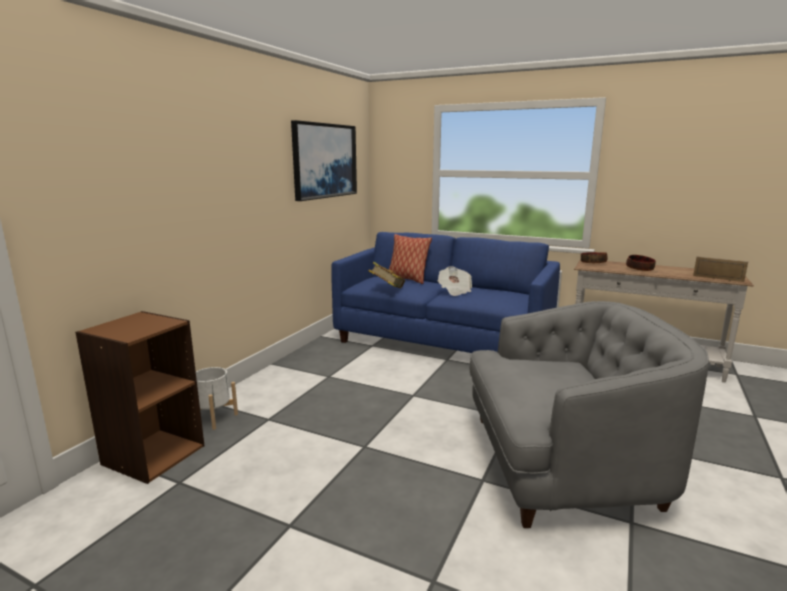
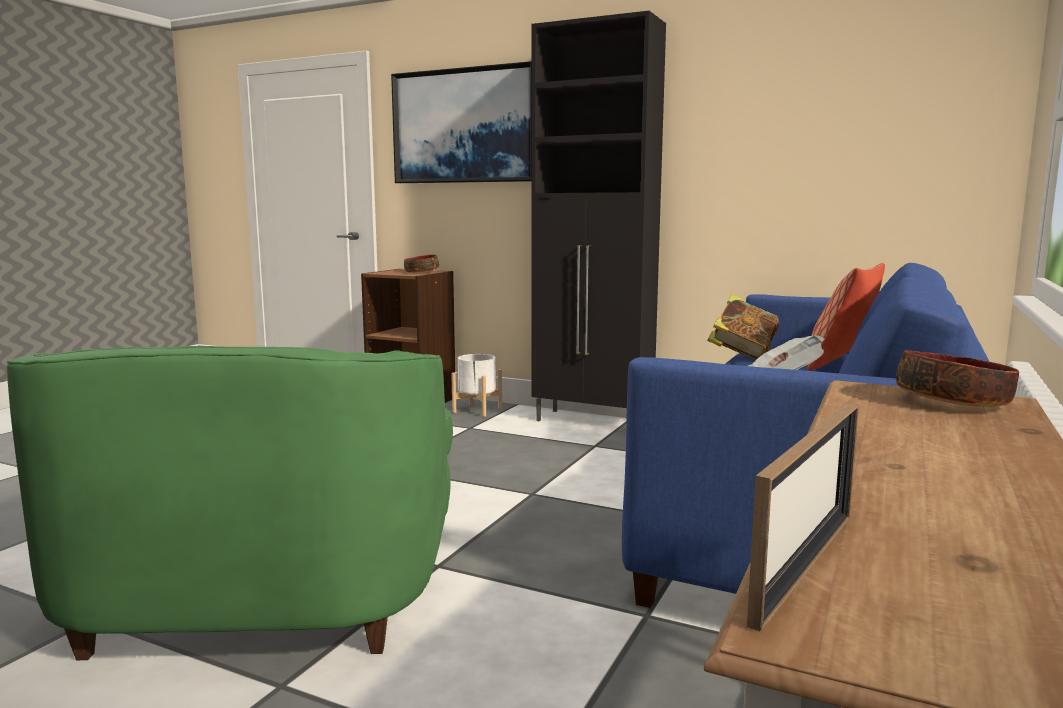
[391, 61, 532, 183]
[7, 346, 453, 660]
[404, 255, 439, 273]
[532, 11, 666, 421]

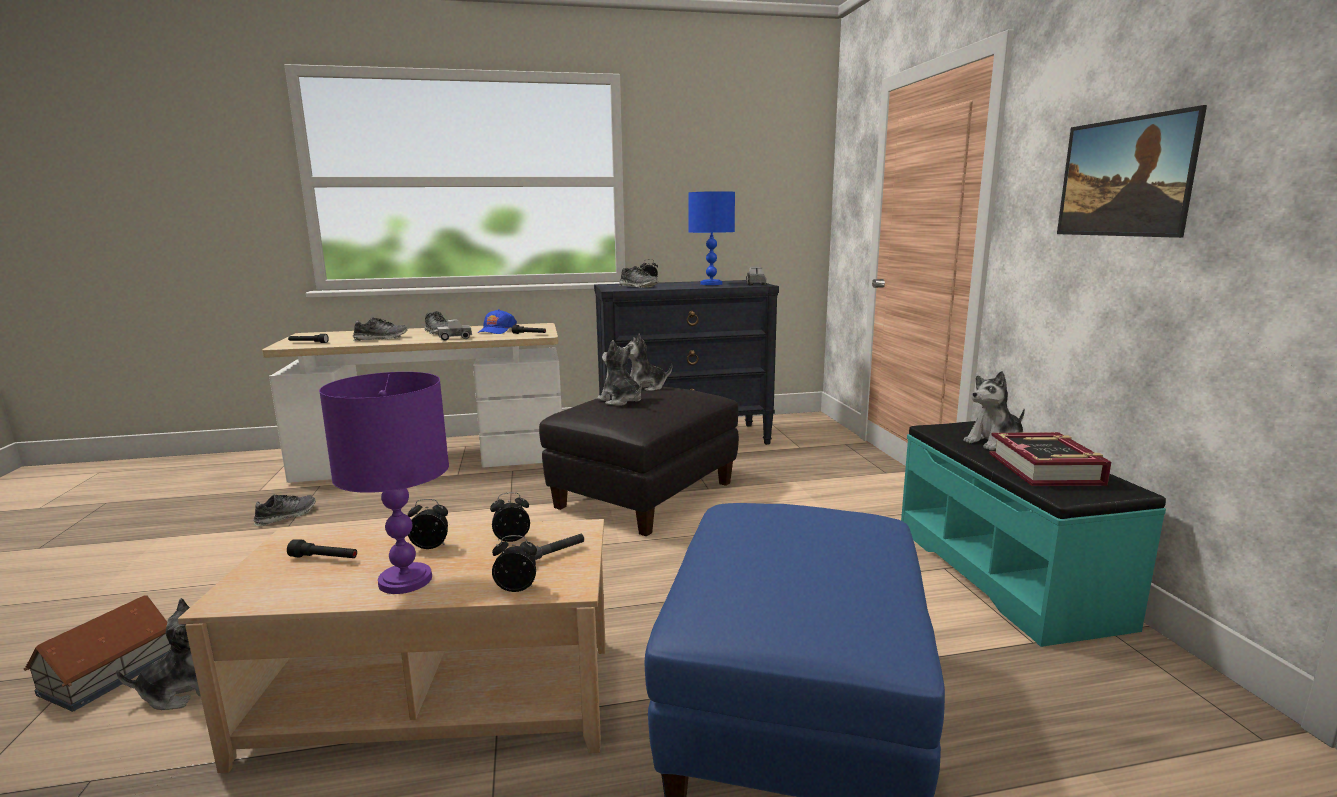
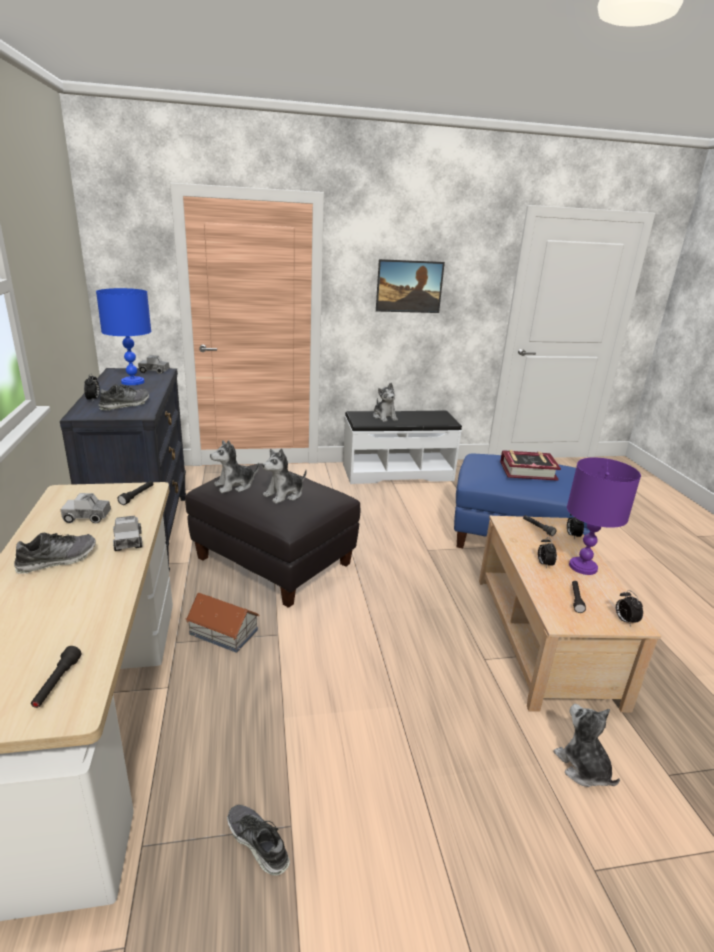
[185, 593, 259, 653]
[353, 317, 408, 341] (first image)
[60, 493, 111, 523]
[616, 590, 643, 627]
[210, 440, 259, 493]
[343, 410, 462, 484]
[500, 450, 561, 481]

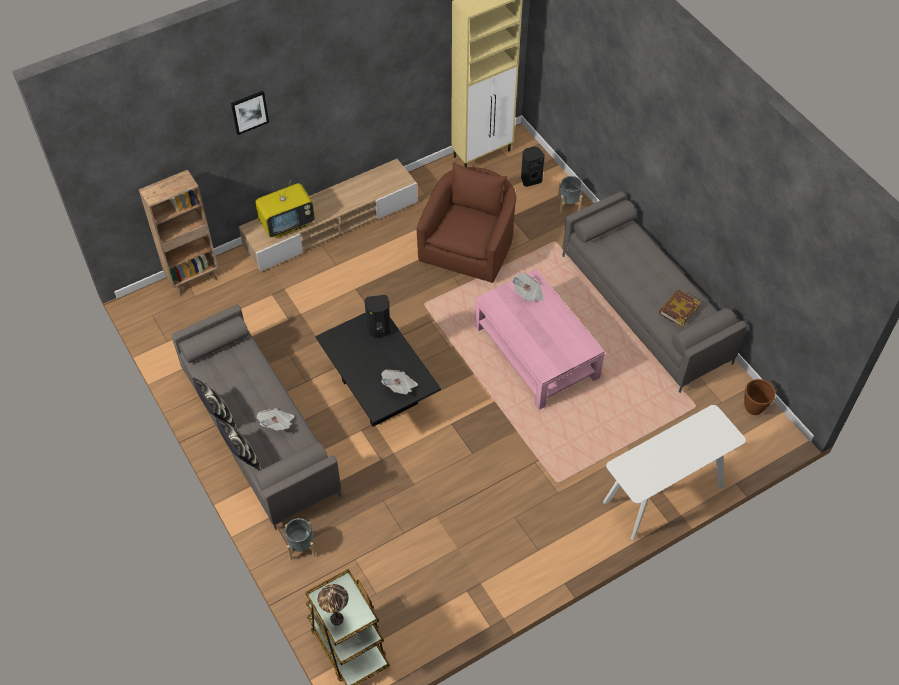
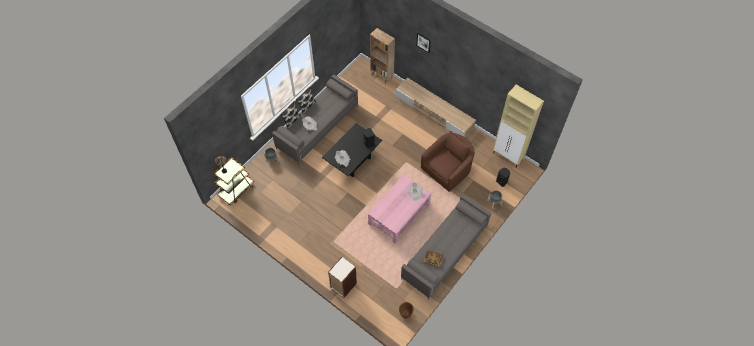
[255, 180, 315, 238] (first image)
[421, 131, 475, 192]
[328, 257, 357, 298]

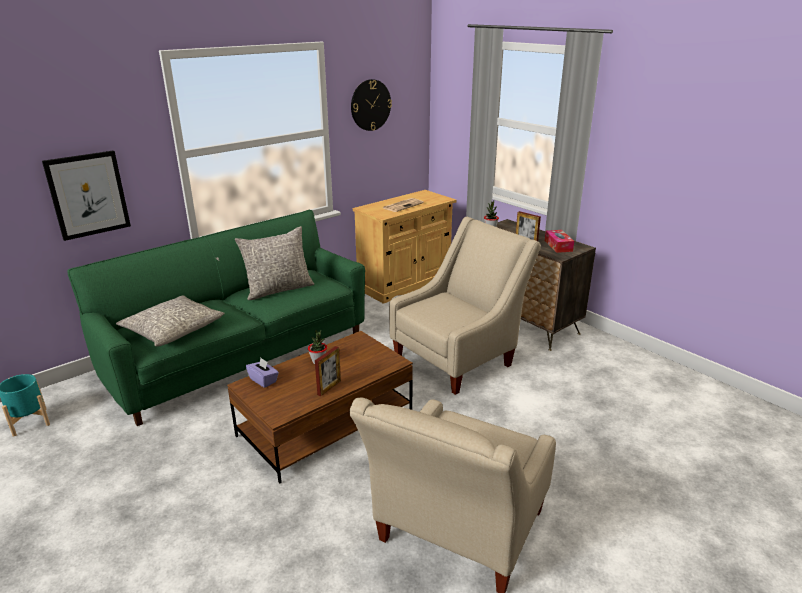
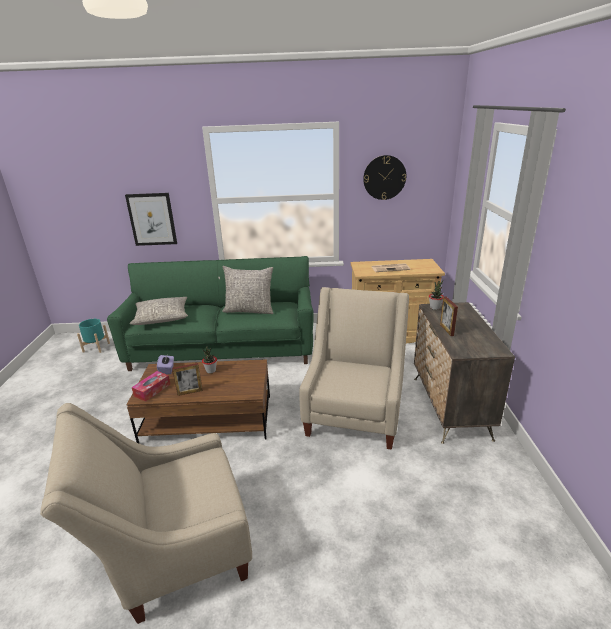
[299, 287, 409, 450]
[132, 371, 170, 402]

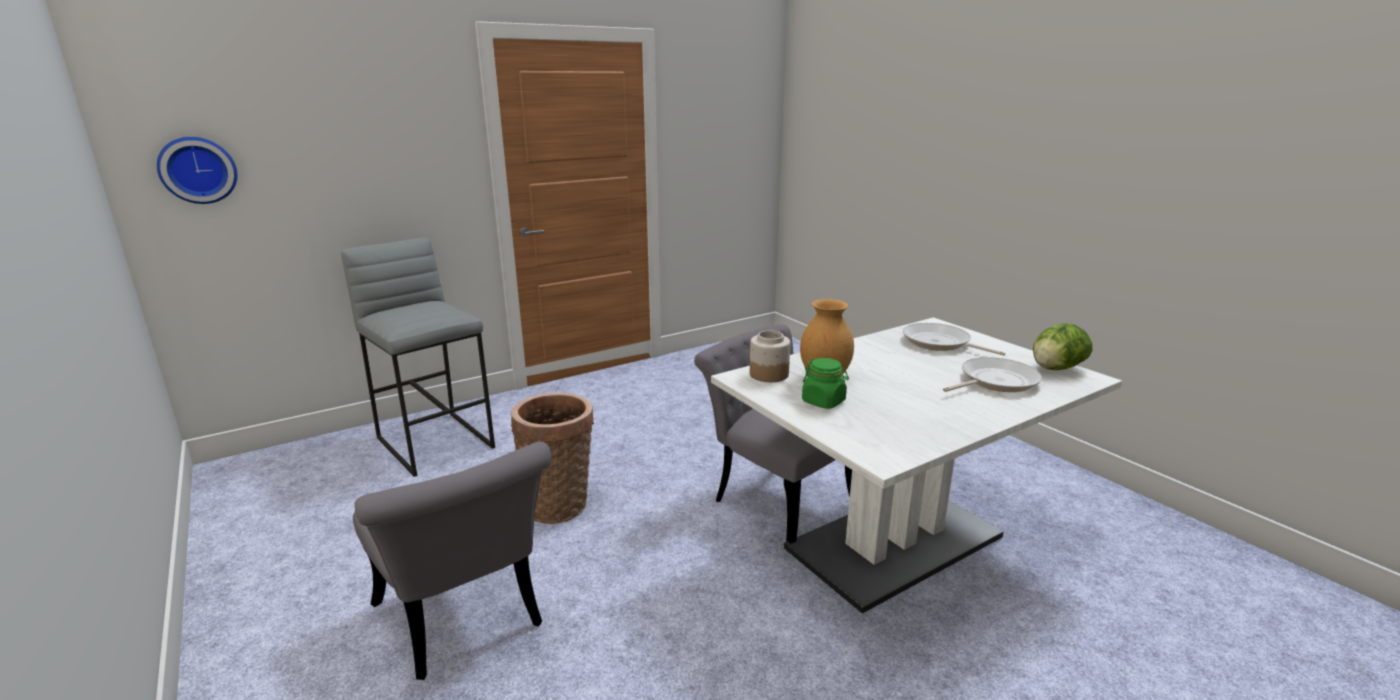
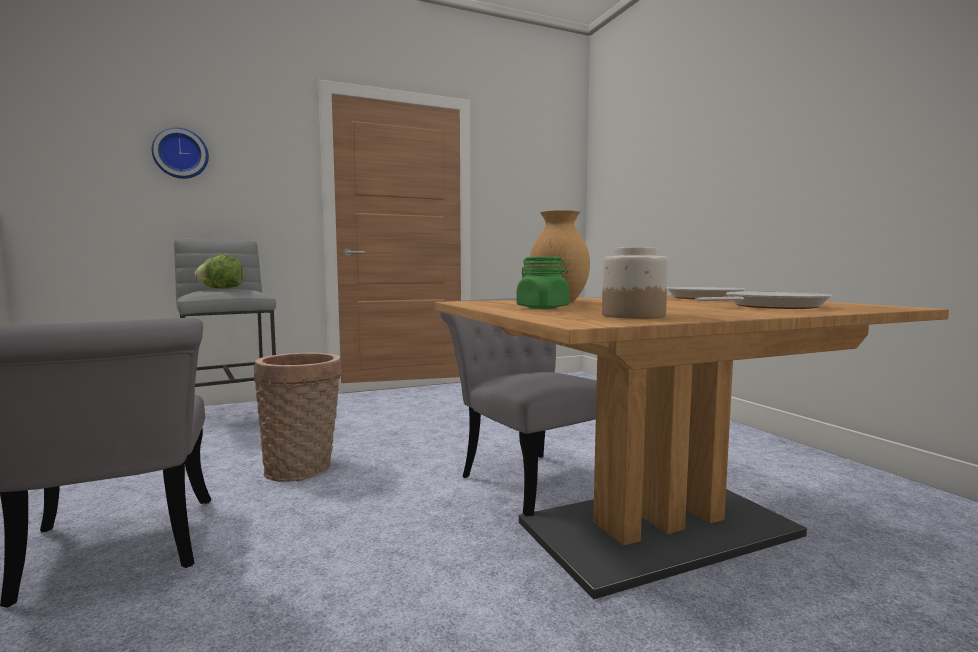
[152, 127, 209, 179]
[435, 296, 949, 599]
[602, 247, 668, 319]
[195, 254, 243, 289]

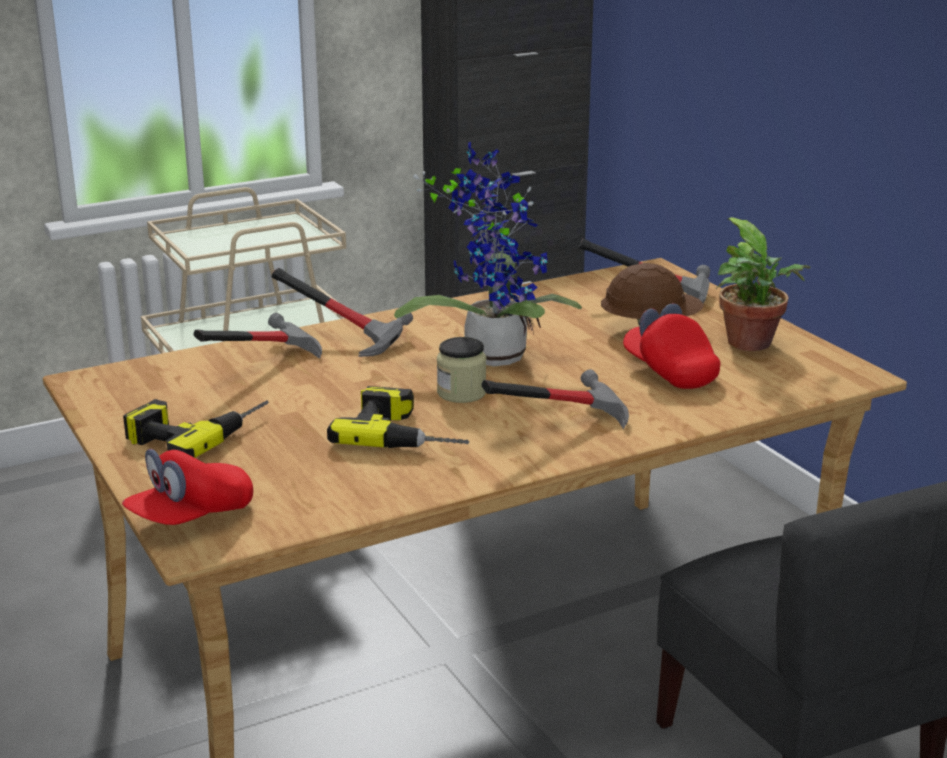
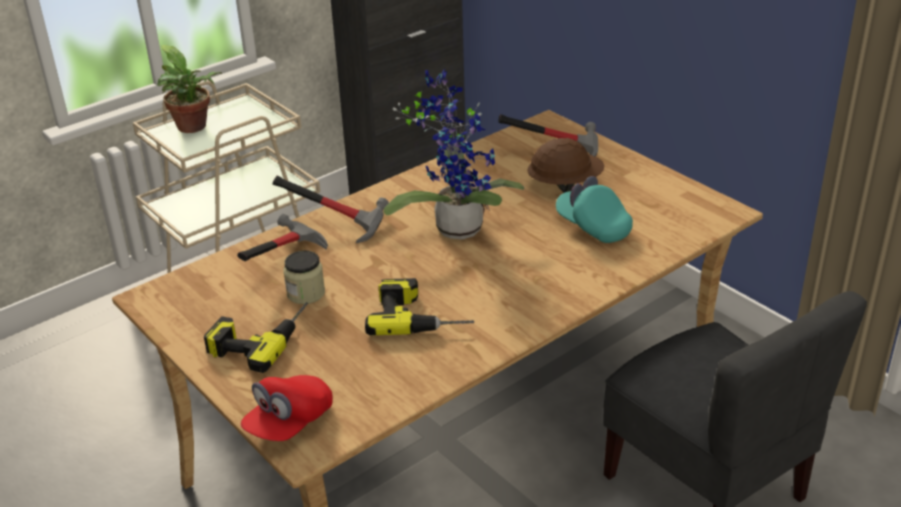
[283, 250, 325, 304]
[482, 369, 629, 429] (first image)
[556, 176, 633, 243]
[157, 45, 222, 133]

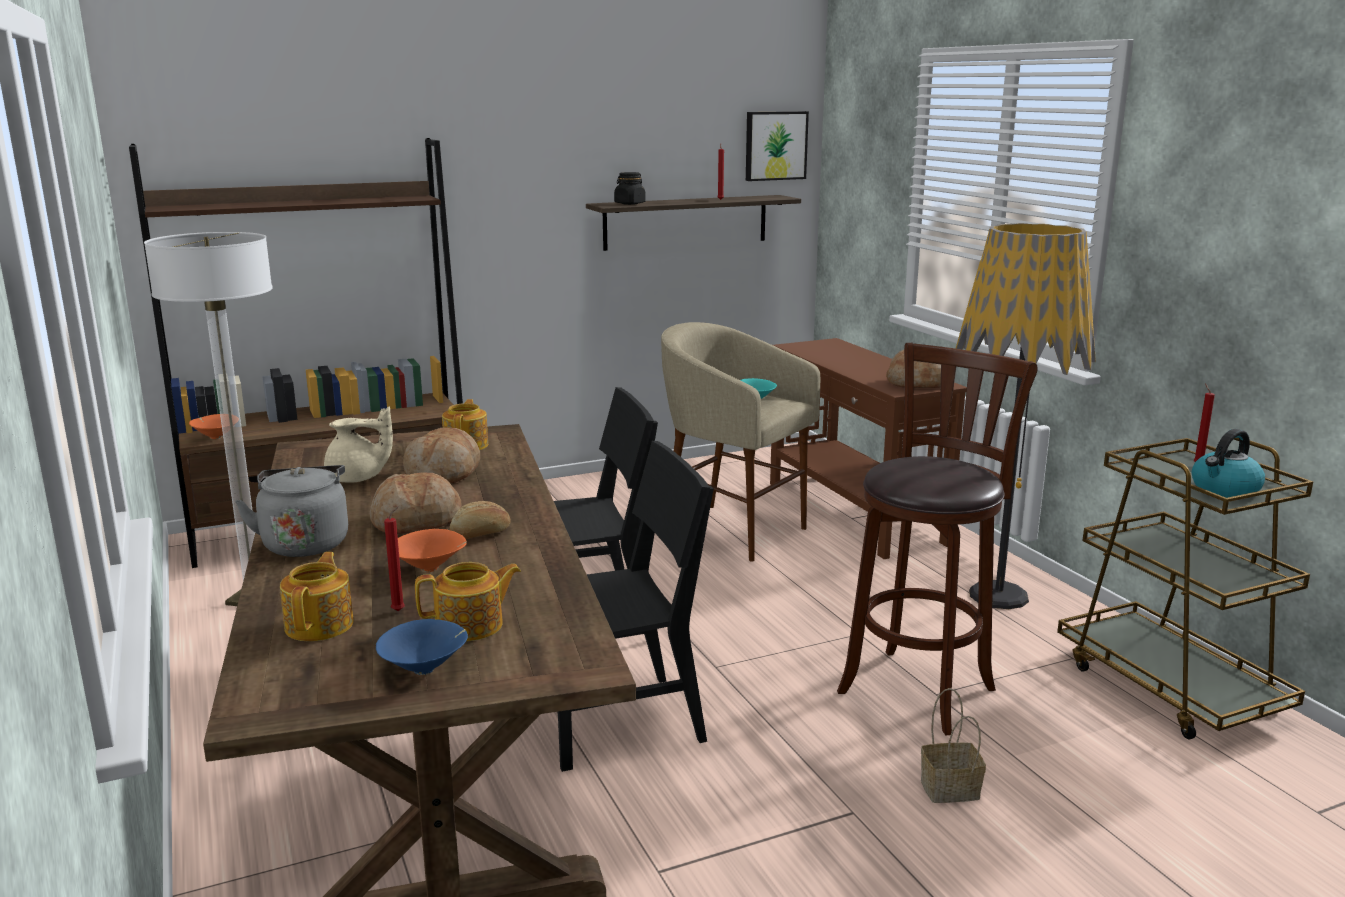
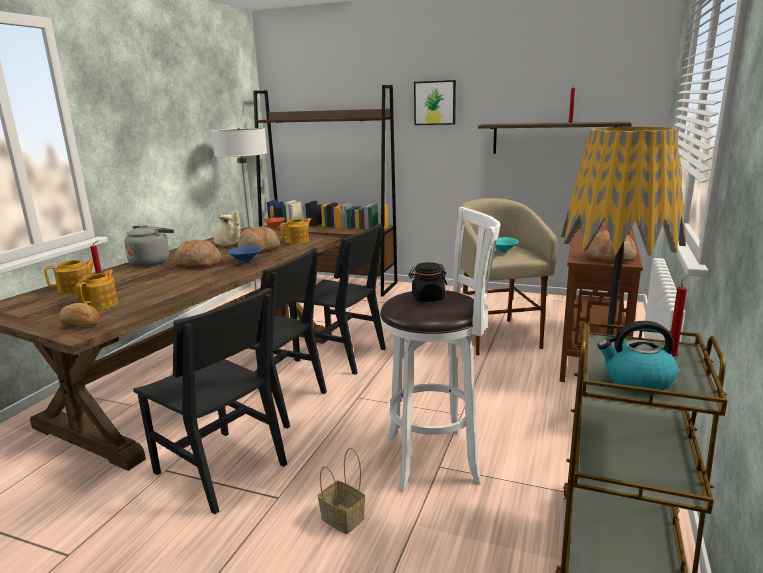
[227, 246, 262, 263]
[398, 529, 467, 572] (first image)
[76, 270, 118, 311]
[59, 303, 100, 326]
[408, 262, 447, 302]
[414, 80, 456, 125]
[380, 207, 500, 492]
[133, 288, 287, 514]

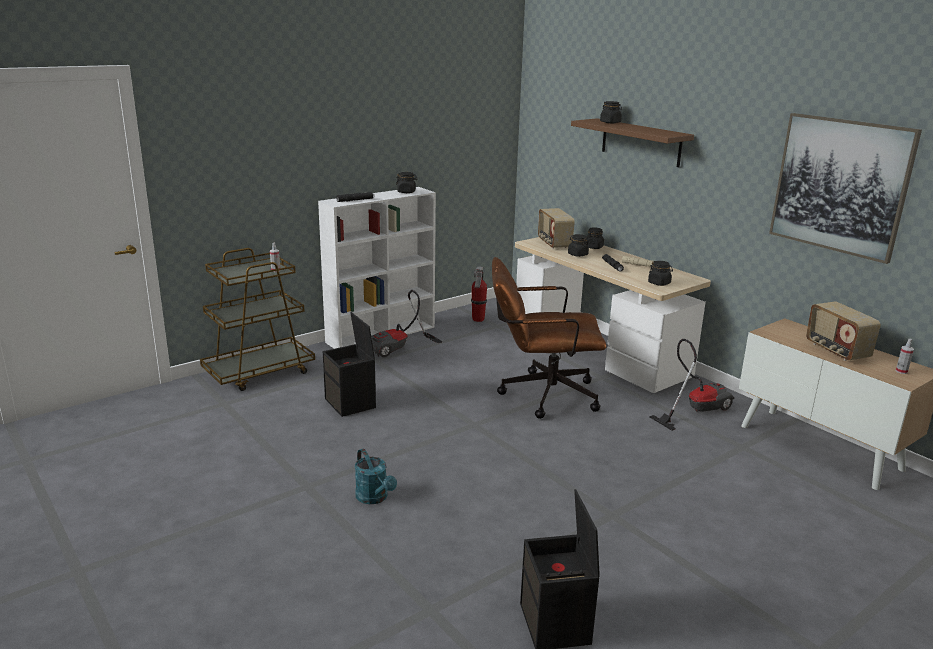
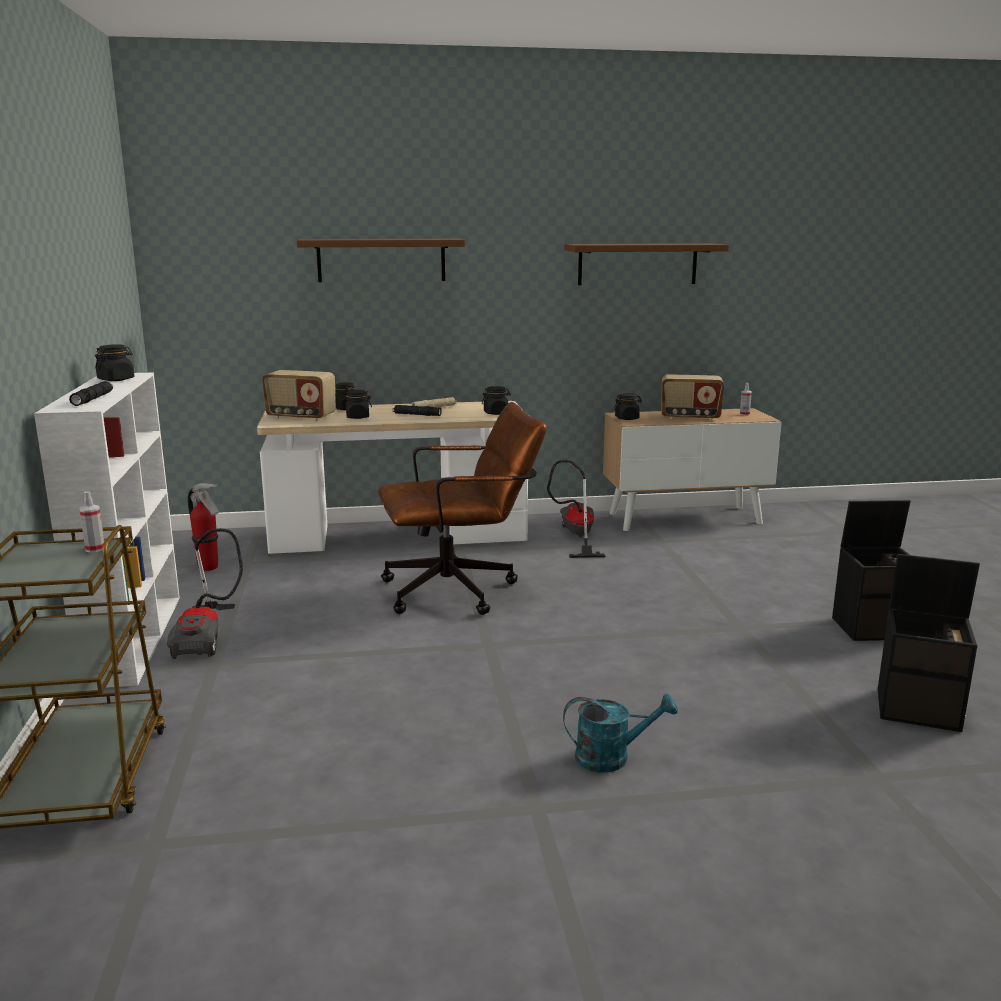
[832, 500, 911, 641]
[378, 402, 546, 615]
[614, 393, 642, 420]
[564, 243, 729, 285]

